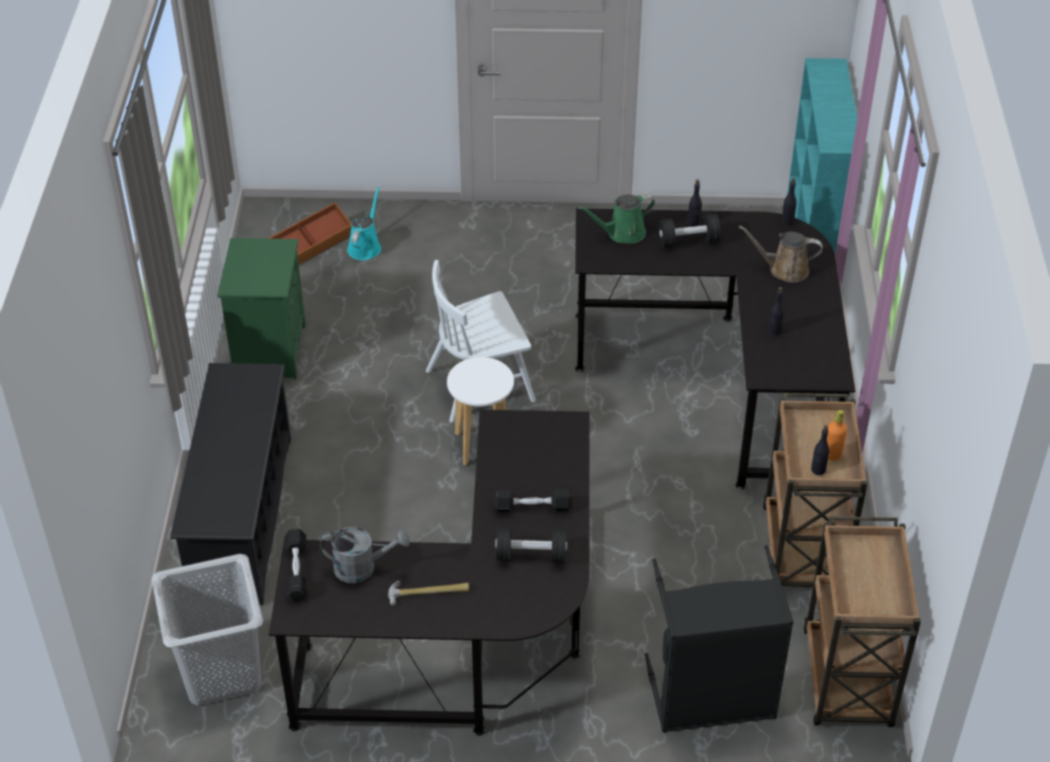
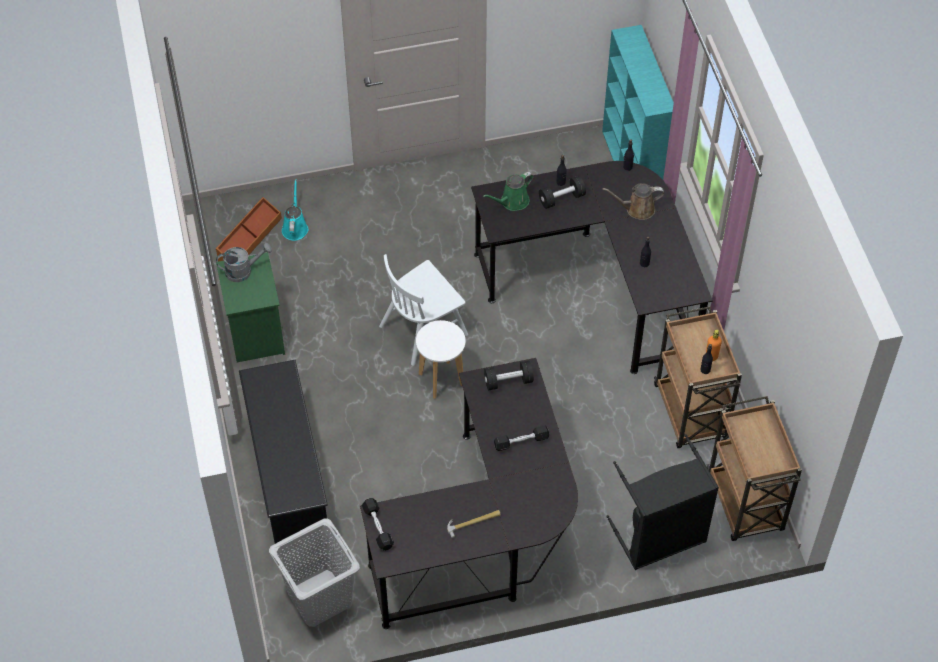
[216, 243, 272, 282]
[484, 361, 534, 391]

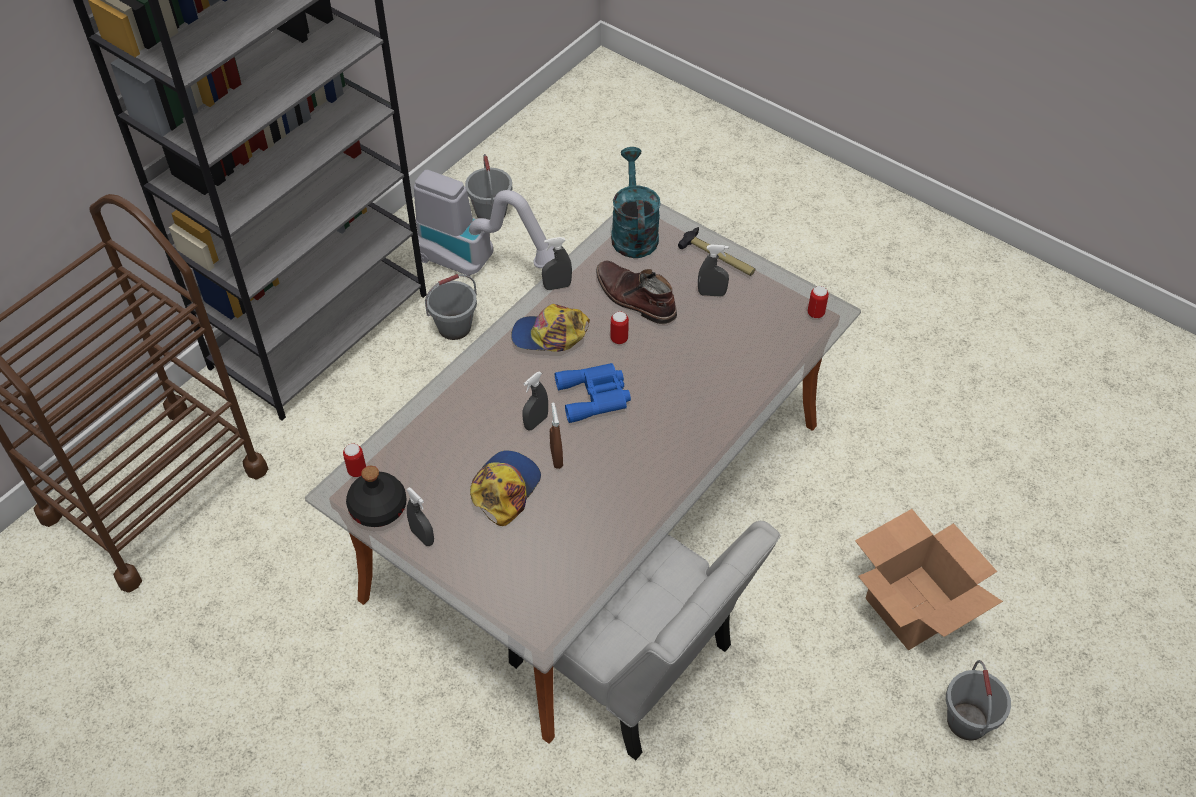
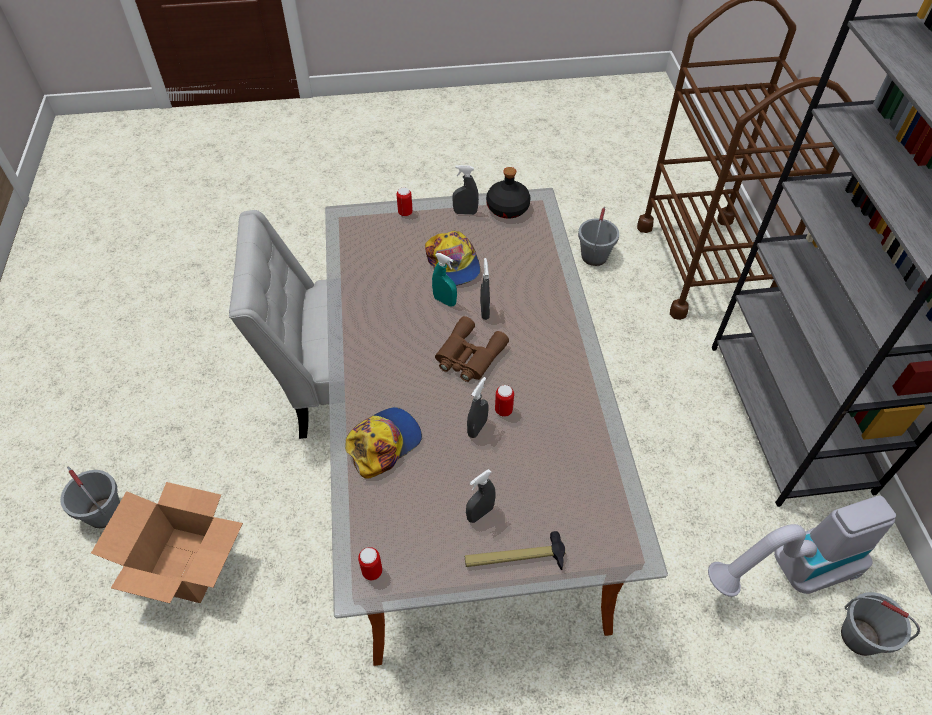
[396, 188, 413, 217]
[578, 207, 619, 266]
[345, 407, 422, 479]
[467, 377, 488, 438]
[432, 253, 457, 307]
[435, 316, 509, 382]
[596, 260, 677, 324] (first image)
[611, 147, 661, 258] (first image)

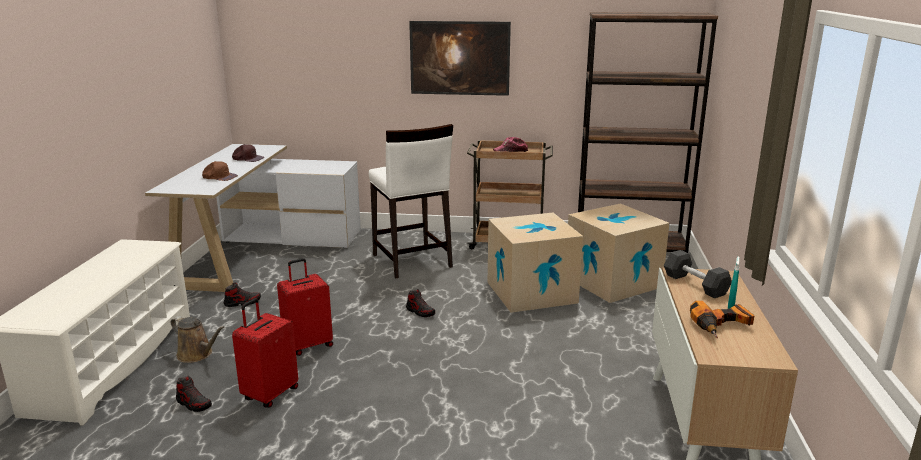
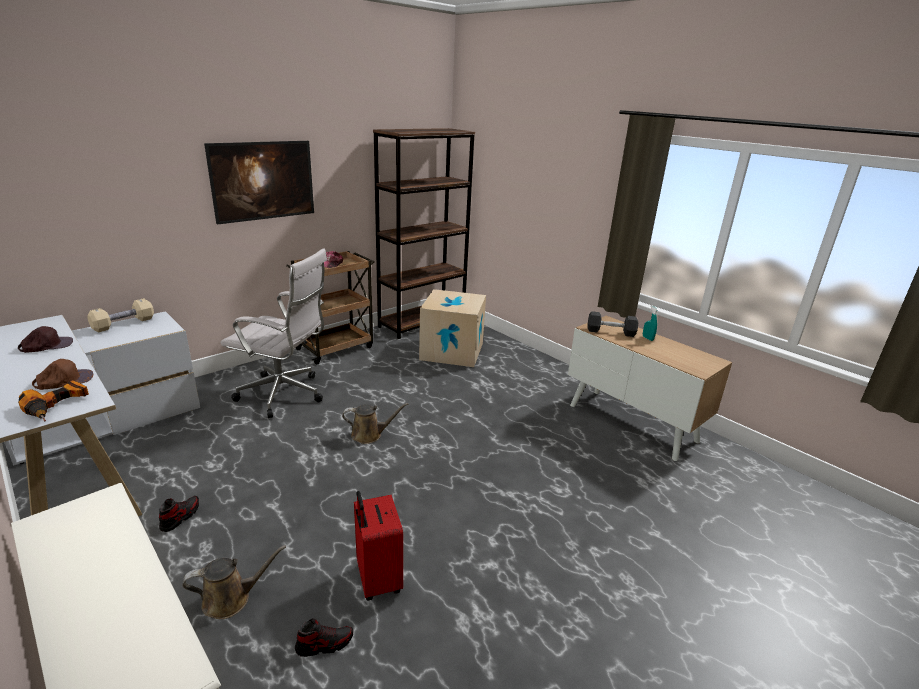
[277, 258, 333, 356] (first image)
[221, 248, 327, 418]
[342, 403, 409, 444]
[488, 213, 583, 313] (first image)
[18, 380, 89, 421]
[87, 298, 154, 332]

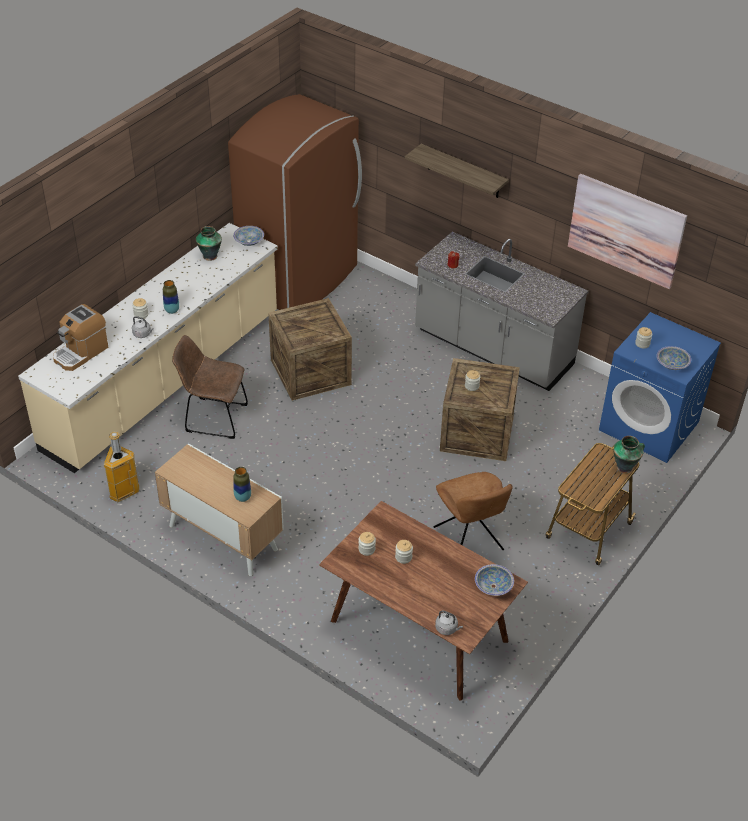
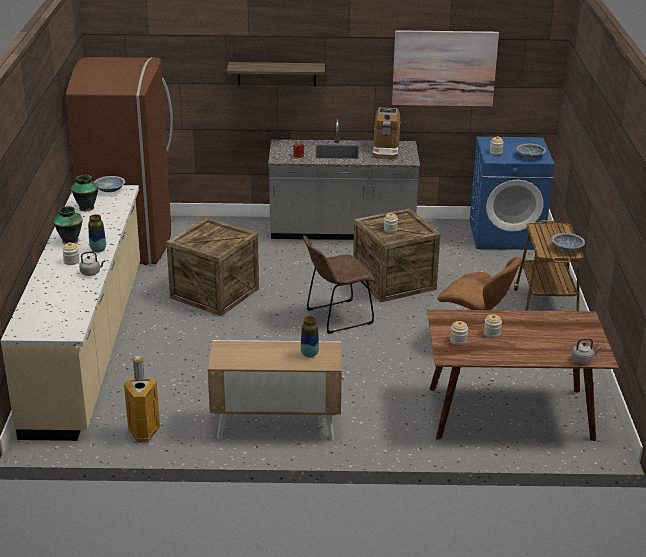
[373, 108, 400, 159]
[303, 236, 374, 334]
[552, 233, 585, 251]
[53, 206, 83, 244]

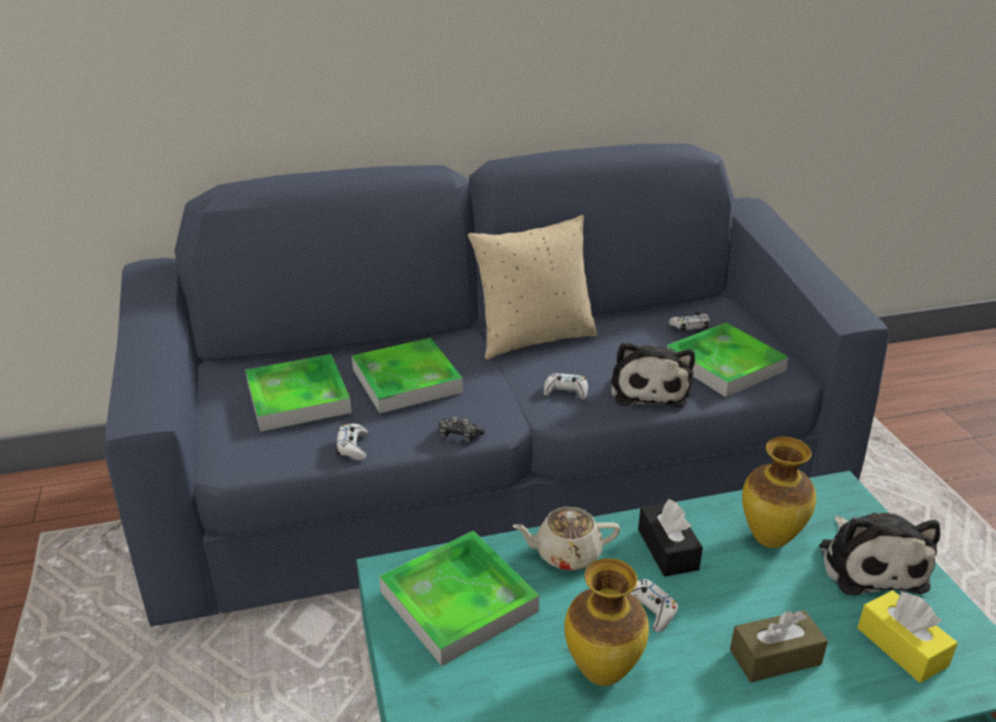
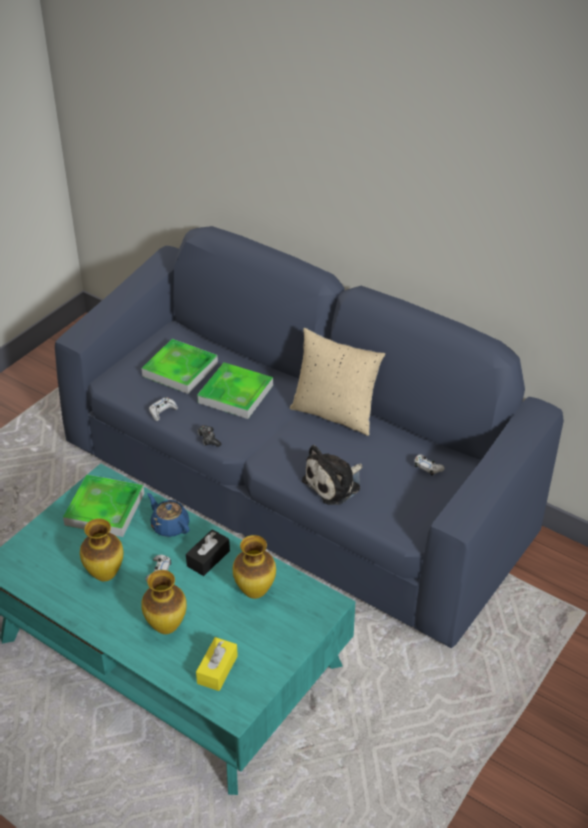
[147, 493, 190, 537]
[544, 373, 588, 400] (first image)
[667, 322, 788, 397] (first image)
[141, 570, 187, 634]
[819, 513, 940, 595] (first image)

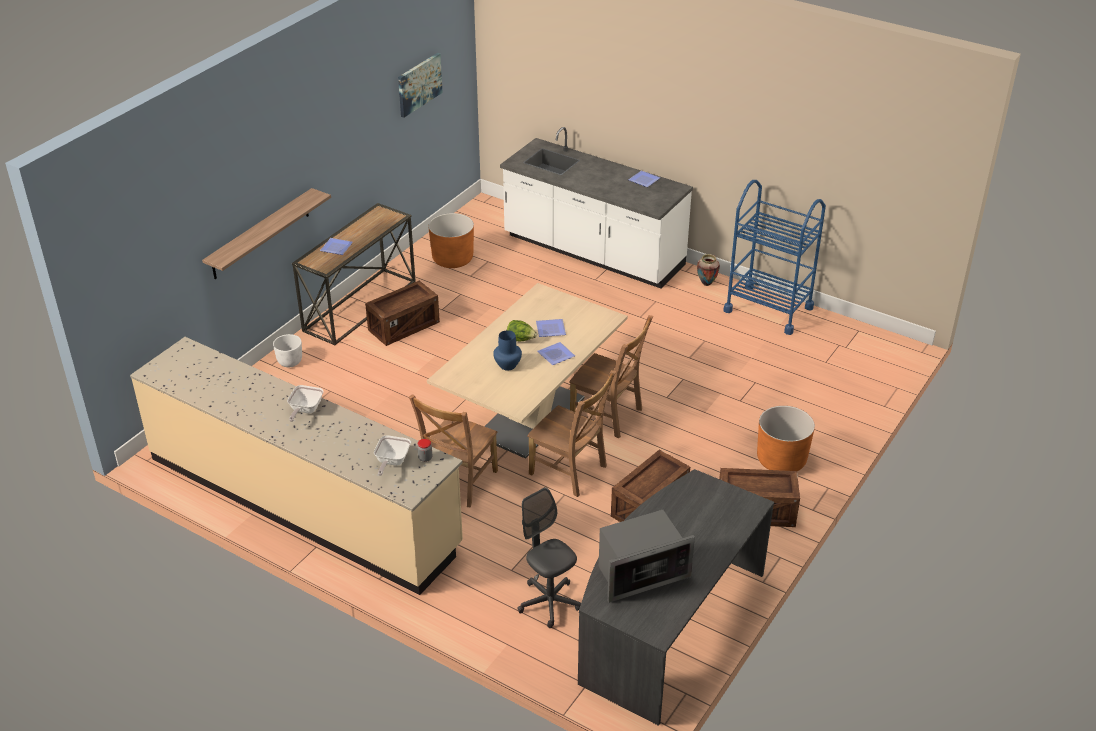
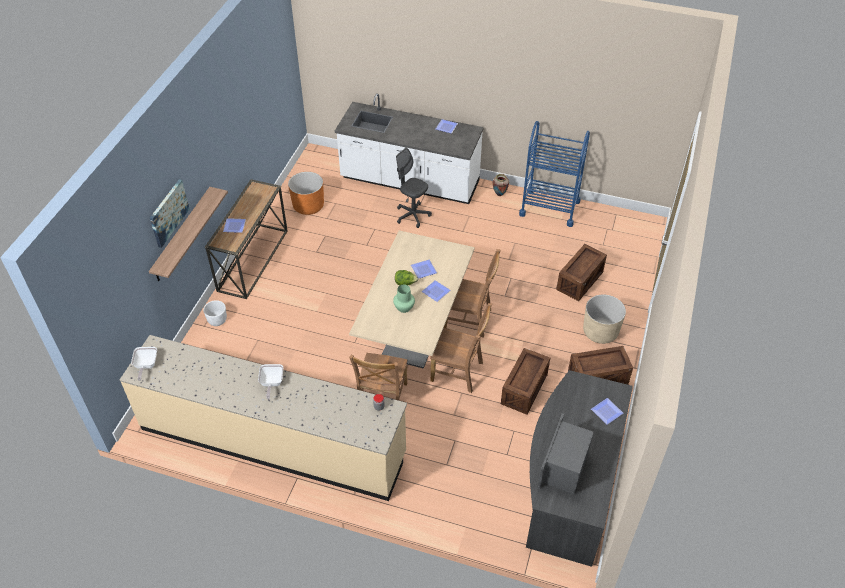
[556, 244, 607, 301]
[131, 347, 157, 381]
[150, 179, 190, 248]
[393, 284, 415, 313]
[396, 148, 432, 228]
[538, 413, 594, 494]
[583, 295, 626, 344]
[591, 398, 624, 425]

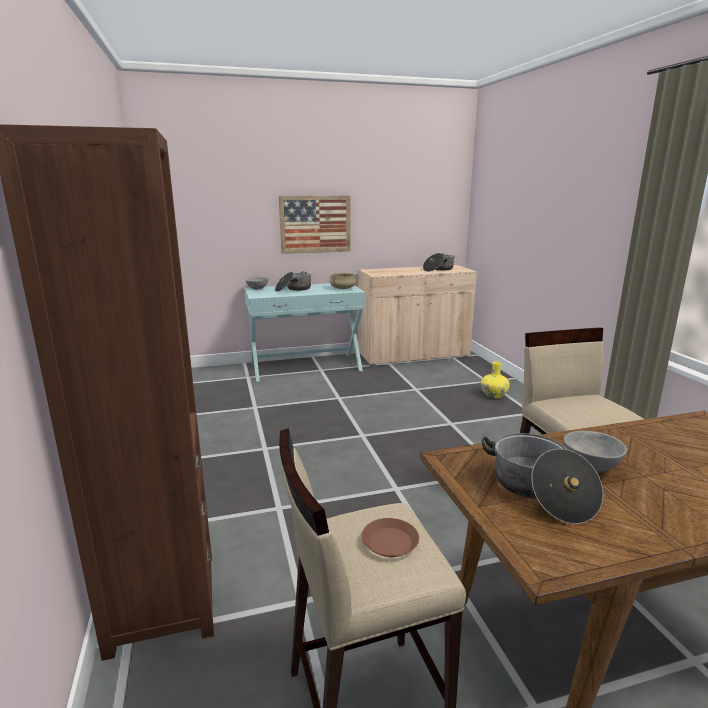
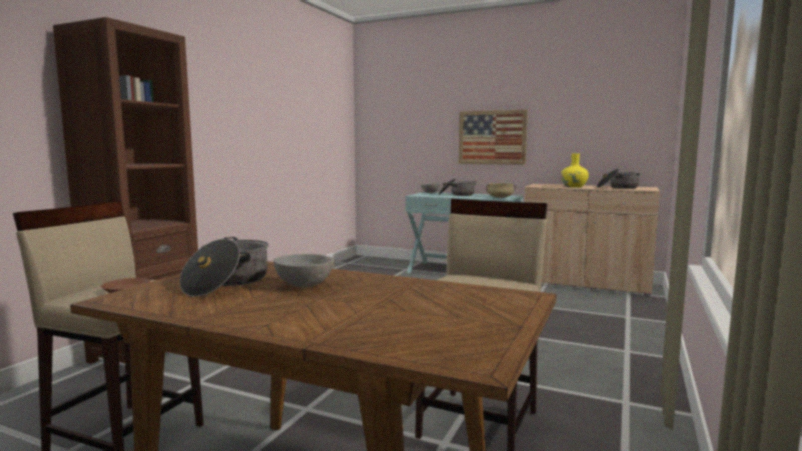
[561, 153, 589, 188]

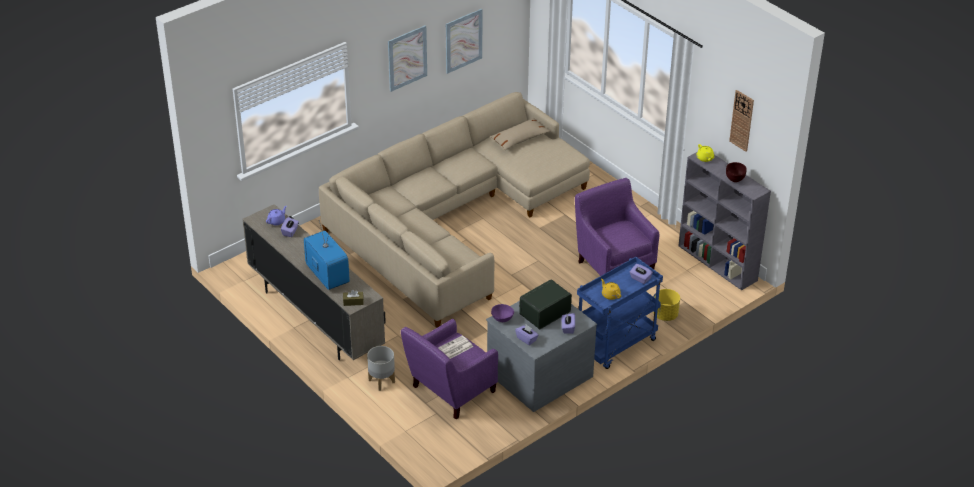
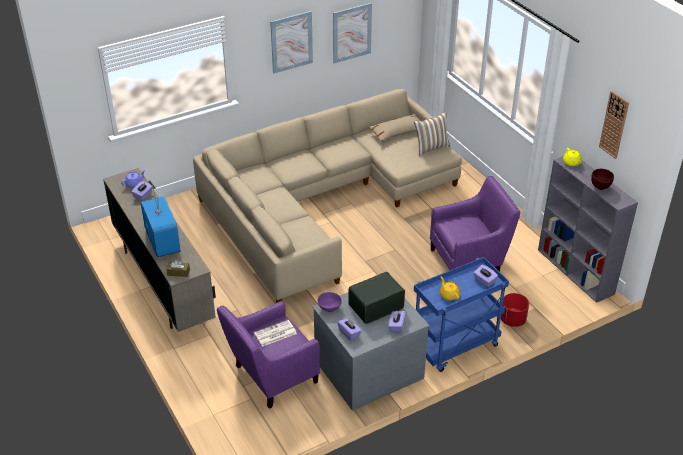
[367, 346, 395, 391] (first image)
[430, 176, 520, 272]
[501, 293, 529, 327]
[414, 112, 450, 156]

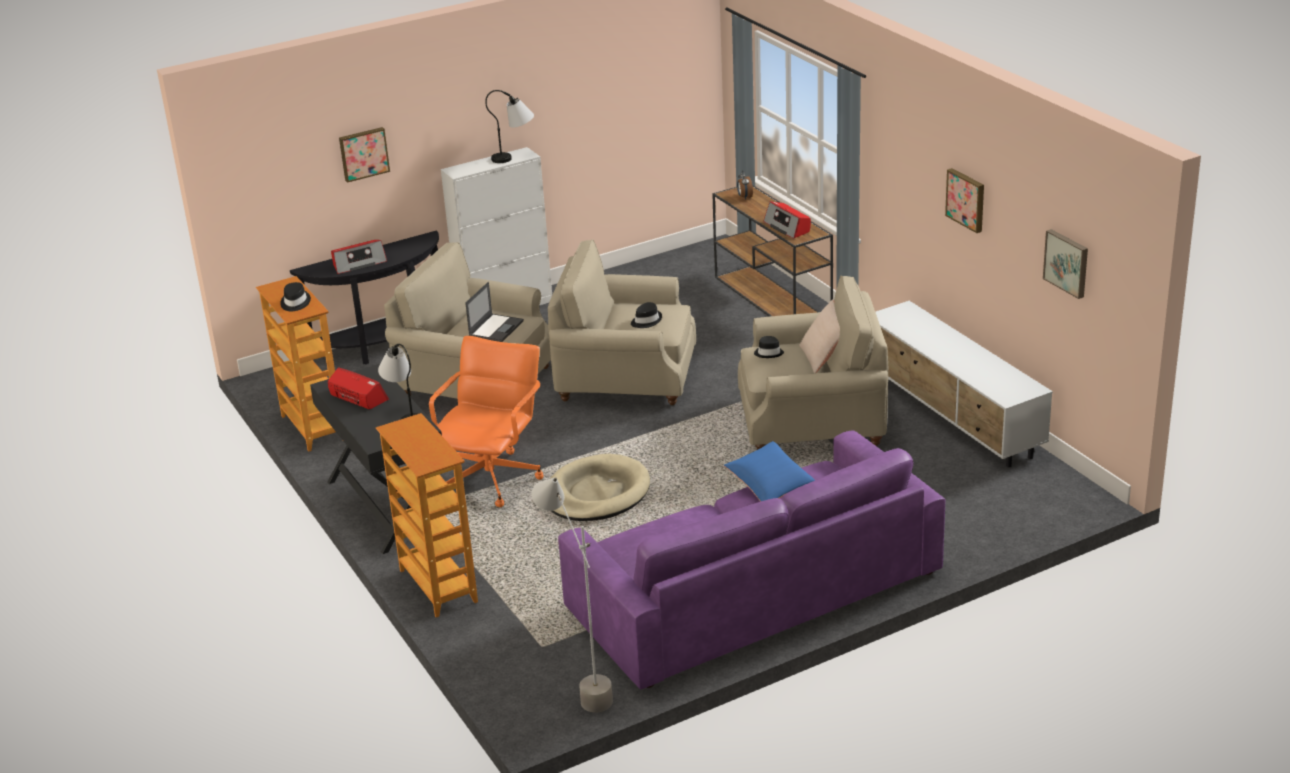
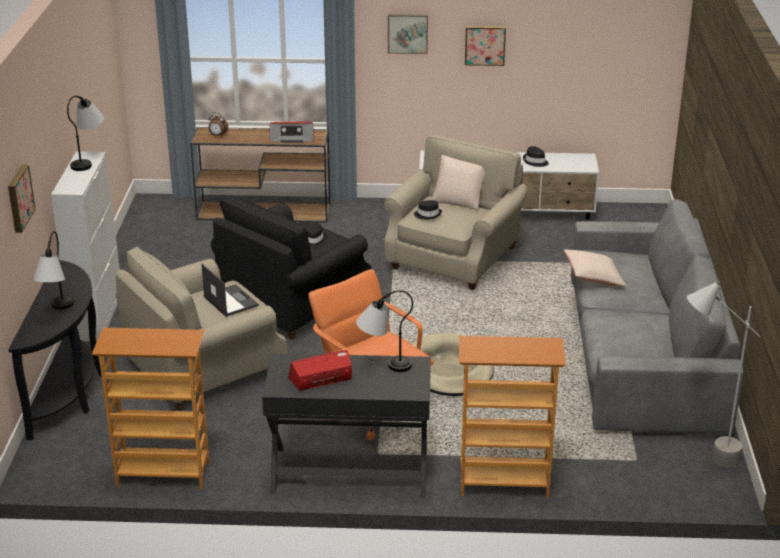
[523, 146, 549, 167]
[33, 231, 74, 310]
[211, 195, 372, 339]
[571, 199, 744, 433]
[564, 249, 626, 286]
[388, 14, 428, 54]

